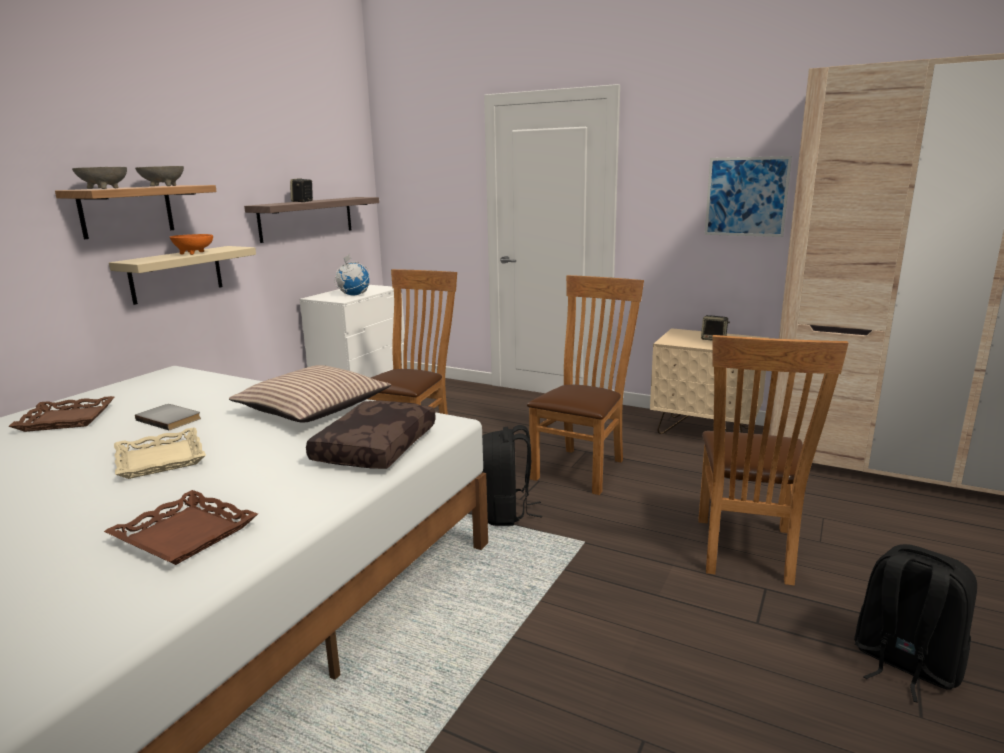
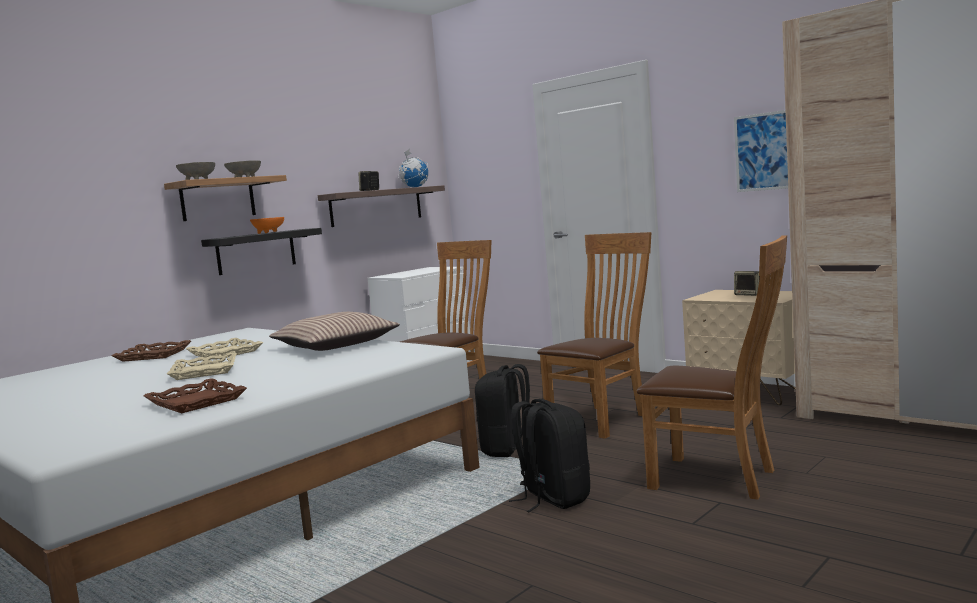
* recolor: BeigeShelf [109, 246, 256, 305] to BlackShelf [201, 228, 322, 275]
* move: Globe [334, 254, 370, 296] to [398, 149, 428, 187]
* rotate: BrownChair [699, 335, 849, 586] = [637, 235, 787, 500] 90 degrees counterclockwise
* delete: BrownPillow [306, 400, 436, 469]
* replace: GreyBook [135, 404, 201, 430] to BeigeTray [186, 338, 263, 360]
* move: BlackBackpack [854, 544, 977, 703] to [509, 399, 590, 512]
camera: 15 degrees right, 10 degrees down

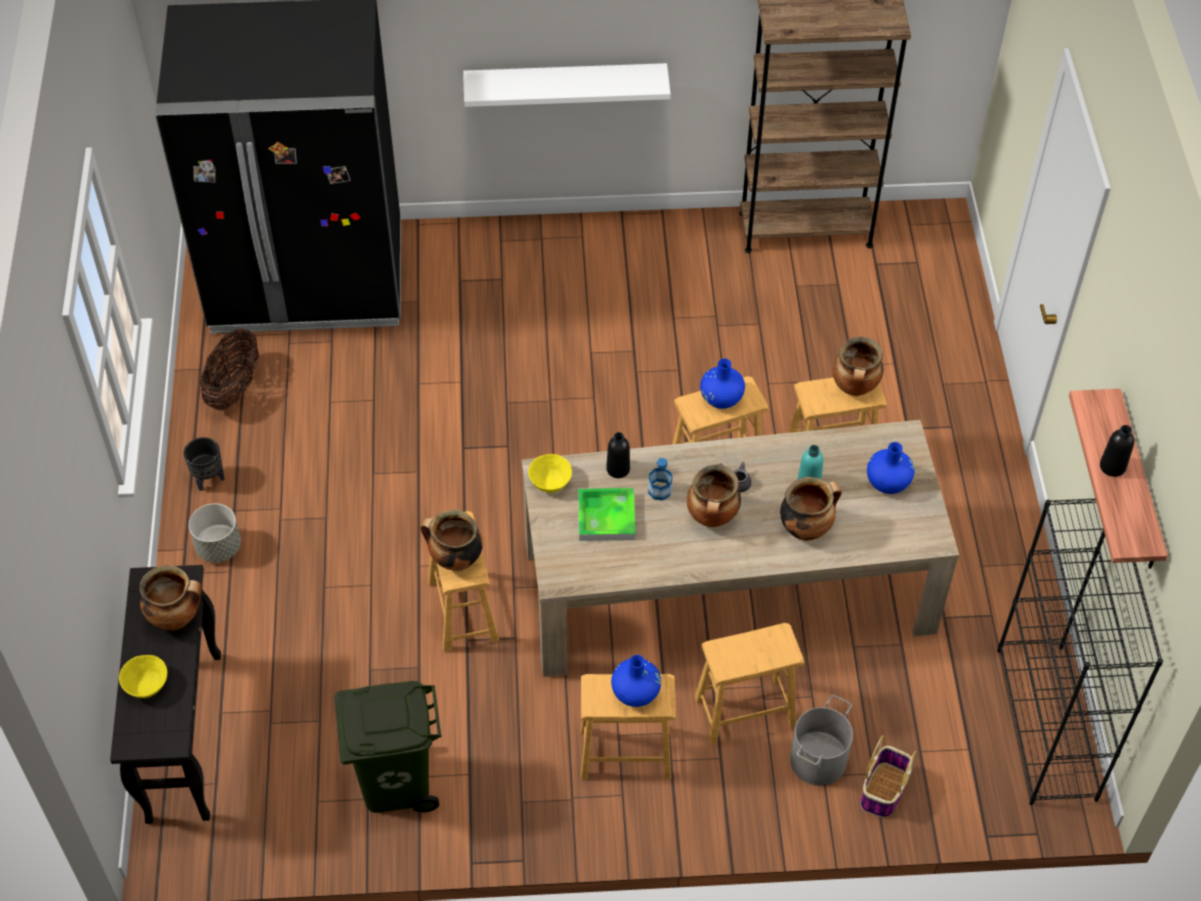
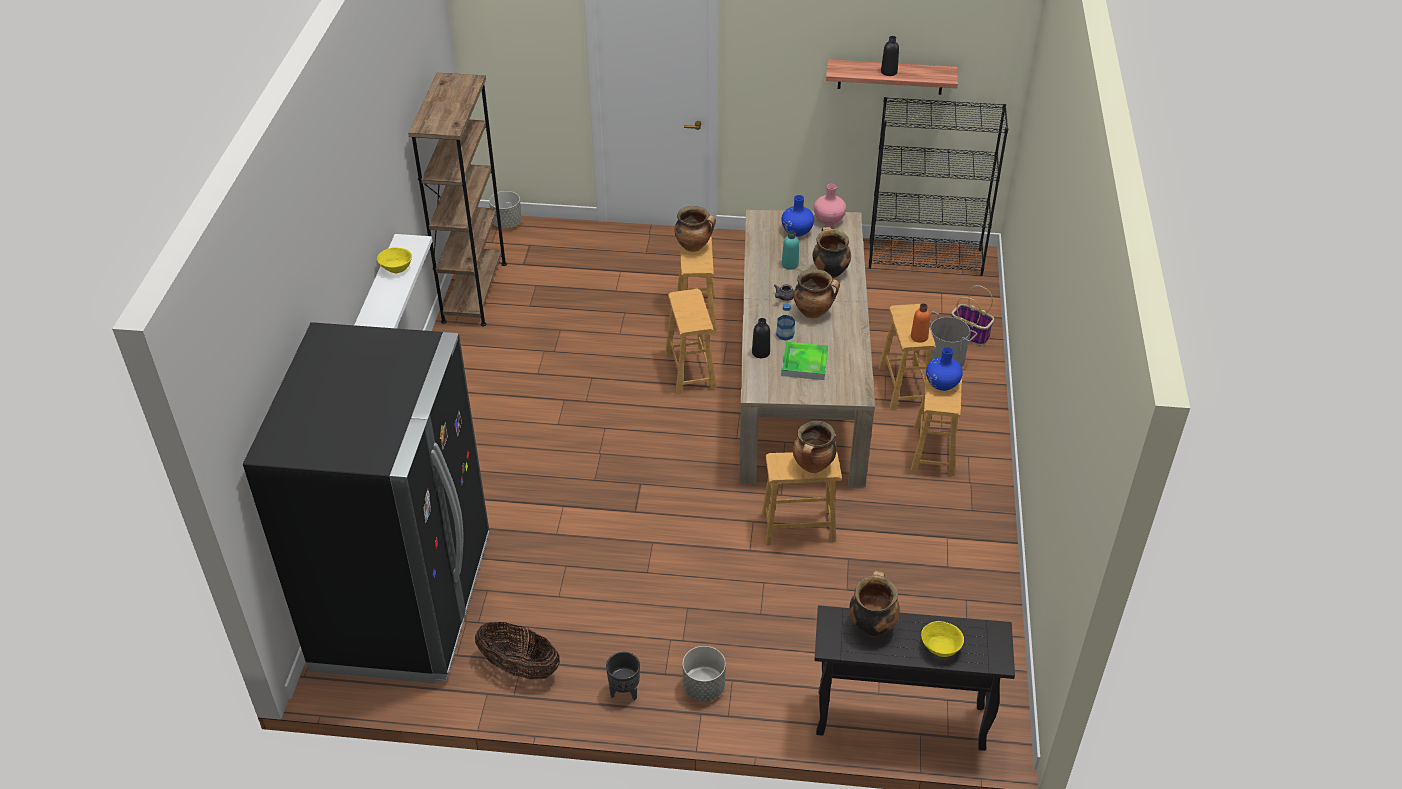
* delete: BlueVase [700, 358, 745, 409]
* move: YellowBowl [528, 454, 572, 493] to [377, 247, 412, 273]
* delete: GreenTrashCan [334, 681, 441, 813]
* insert: PinkVase [814, 184, 846, 225]
* insert: GreyPlanter [489, 191, 522, 228]
* insert: OrangeBottle [911, 303, 930, 343]
camera: 80 degrees left, 10 degrees down

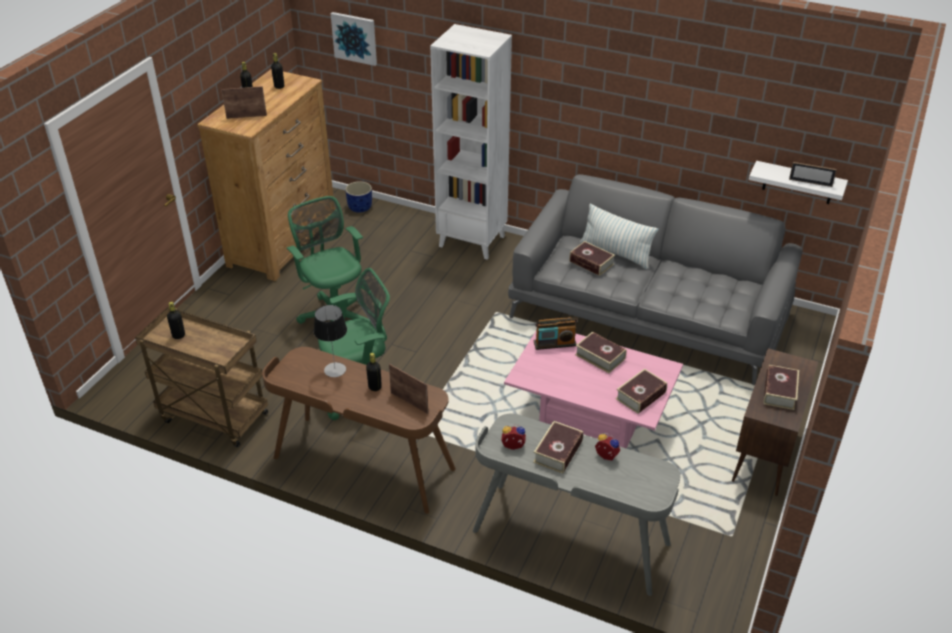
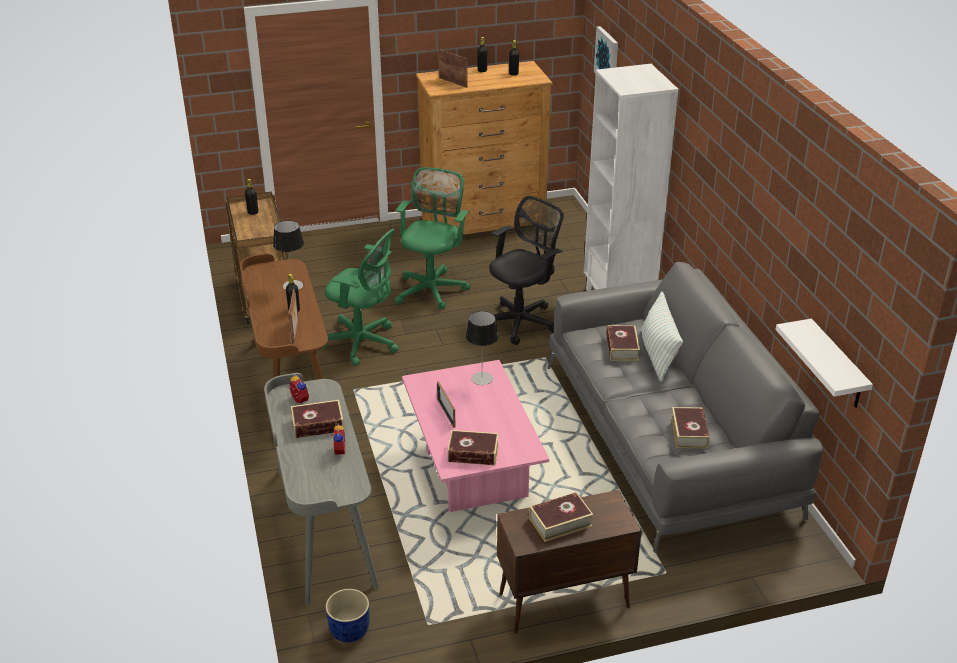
* move: PictureFrame [789, 162, 837, 187] to [437, 381, 455, 428]
* move: BluePlanter [345, 181, 372, 213] to [325, 589, 370, 643]
* replace: Radio [534, 317, 578, 350] to TableLamp [466, 311, 499, 385]
* move: Book [575, 332, 626, 373] to [671, 407, 710, 449]
* insert: BlackOfficeChair [489, 196, 564, 345]
camera: 50 degrees right, 5 degrees down

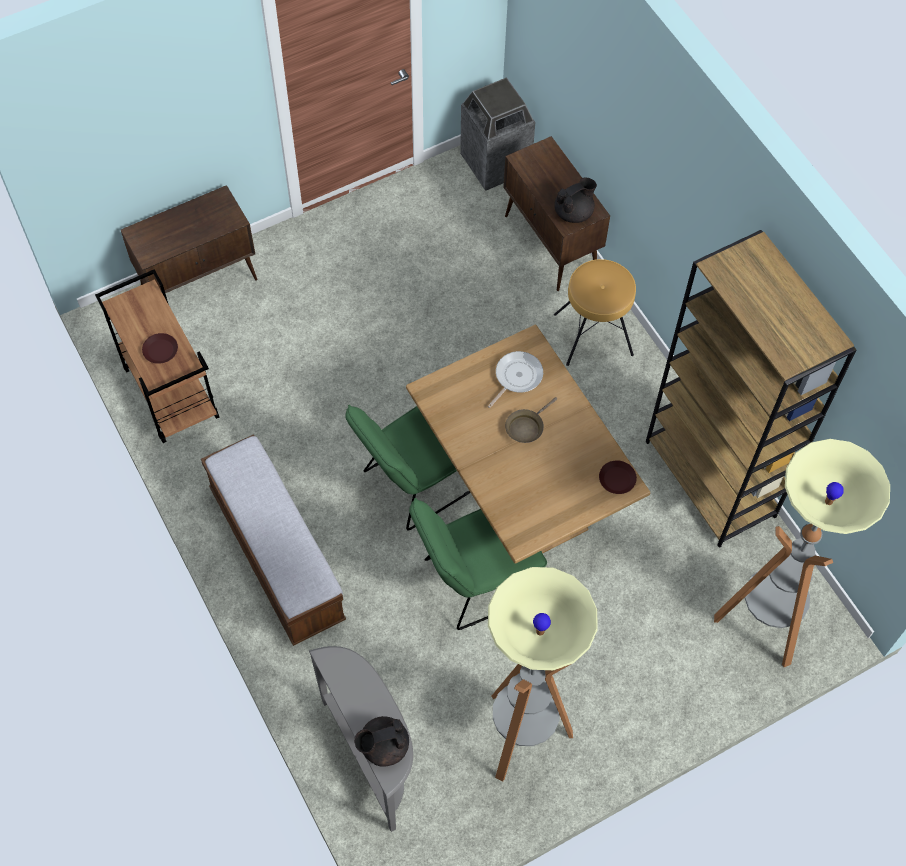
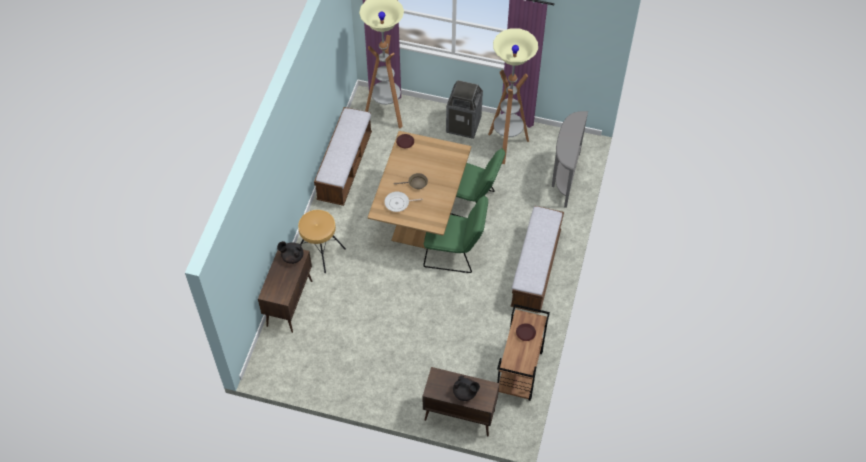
* move: TrashCan [460, 77, 535, 191] to [446, 80, 483, 139]
* replace: BrownBookcase [646, 230, 857, 548] to Bench [314, 107, 372, 206]
* move: BlackTeapot [354, 716, 409, 767] to [453, 376, 480, 401]
camera: 135 degrees left, 5 degrees down

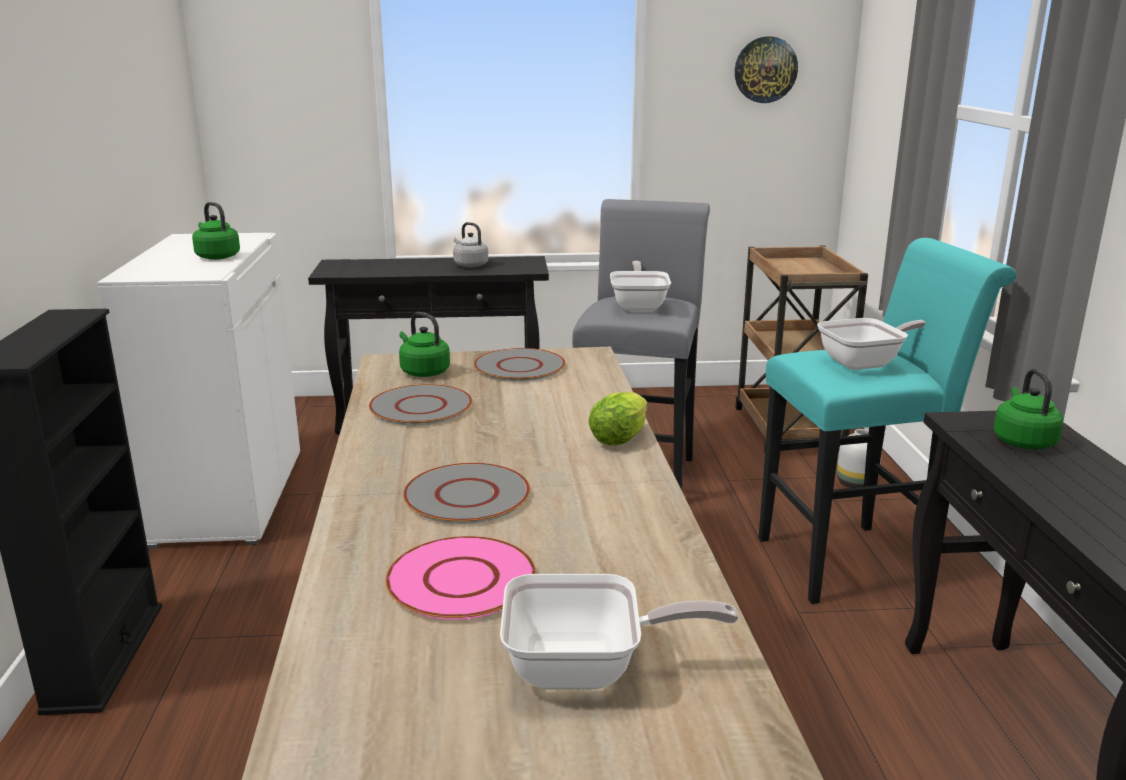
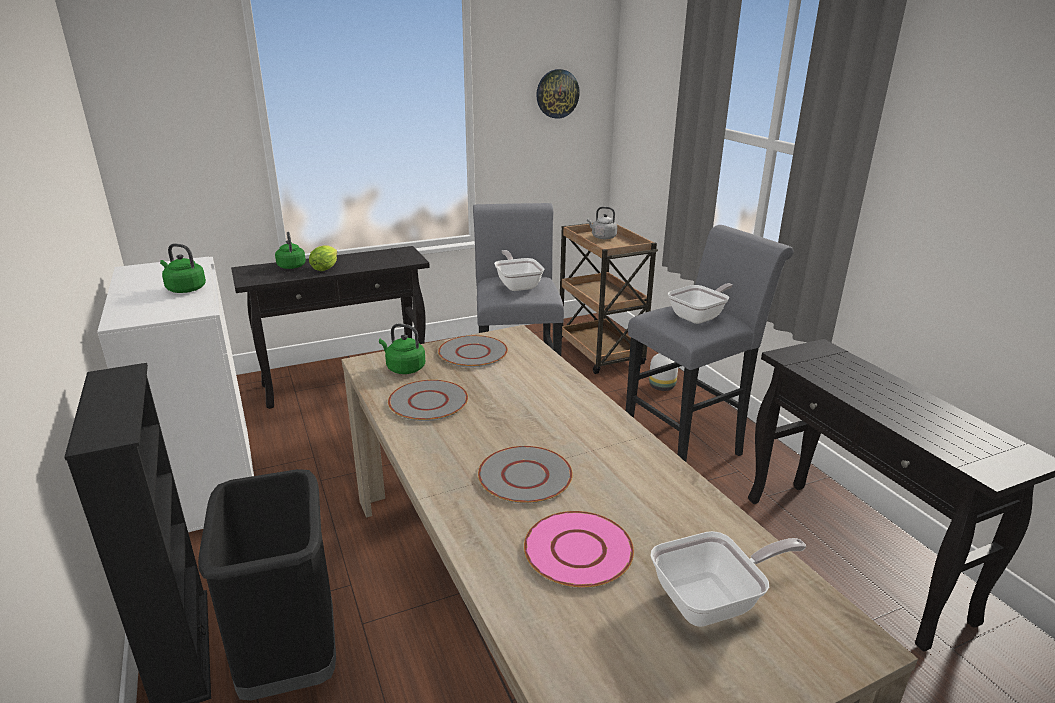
* move: GreyKettle [453, 222, 488, 268] to [587, 207, 617, 239]
* recolor: TurquoiseStool [758, 238, 1017, 604] to GreyStool [626, 225, 794, 462]
* move: GreenKettle [993, 369, 1063, 450] to [275, 232, 306, 269]
* move: Lettuce [588, 392, 648, 446] to [309, 246, 337, 271]
* insert: BlackTrashCan [198, 469, 336, 700]
camera: 20 degrees left, 5 degrees up

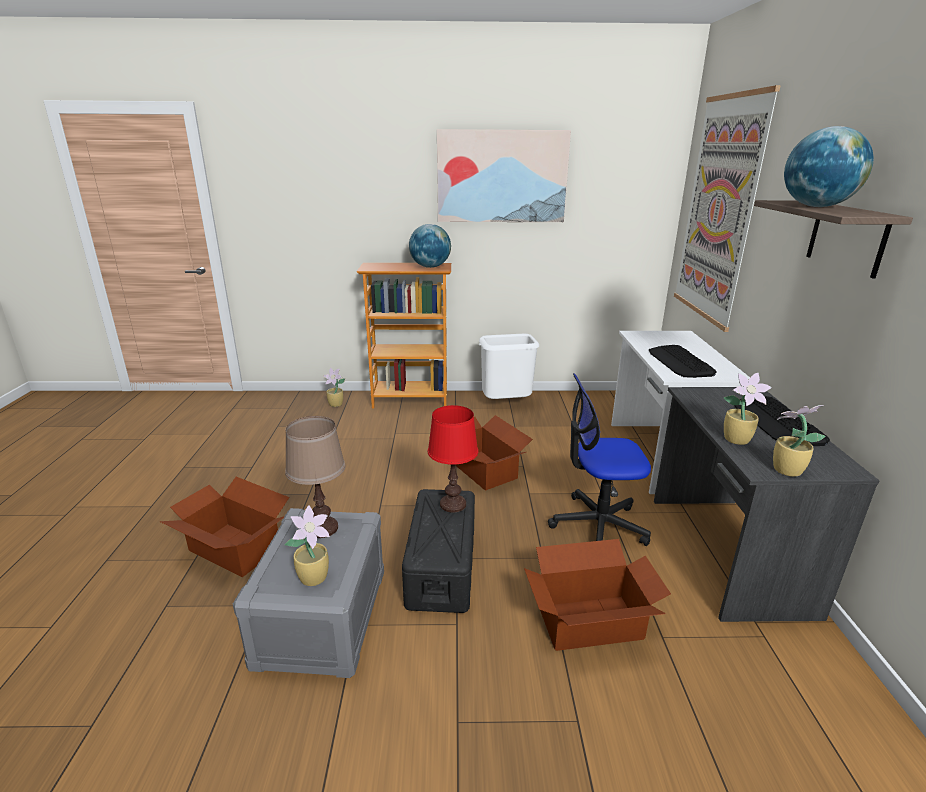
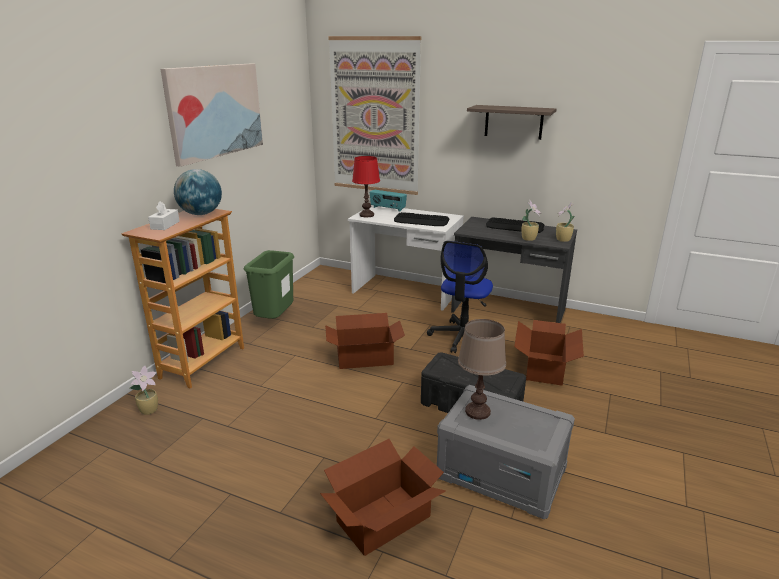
* delete: Globe [784, 126, 874, 207]
* recolor: WhiteTrashCan [479, 334, 539, 399] to GreenTrashCan [244, 250, 294, 319]
* move: RedTableLamp [428, 405, 478, 513] to [352, 156, 380, 217]
* delete: PottedPlant [284, 505, 330, 586]
* insert: Radio [370, 190, 407, 212]
* insert: WhiteTissueBox [148, 201, 180, 230]
camera: 65 degrees left, 0 degrees up

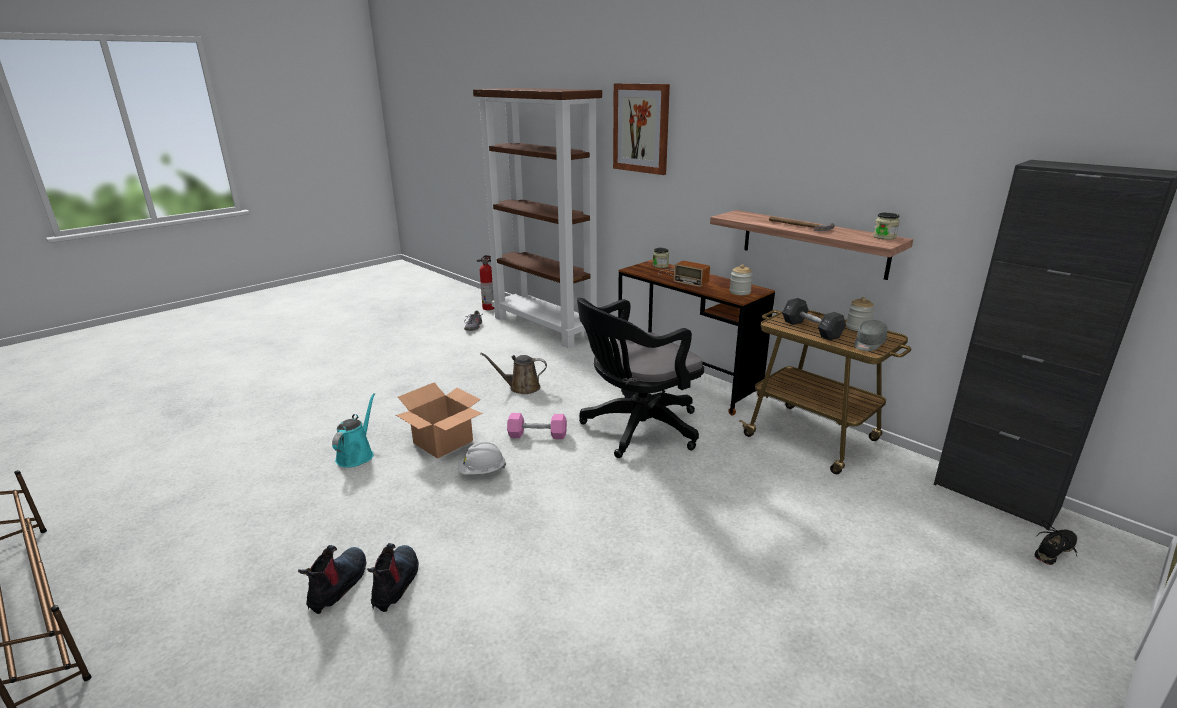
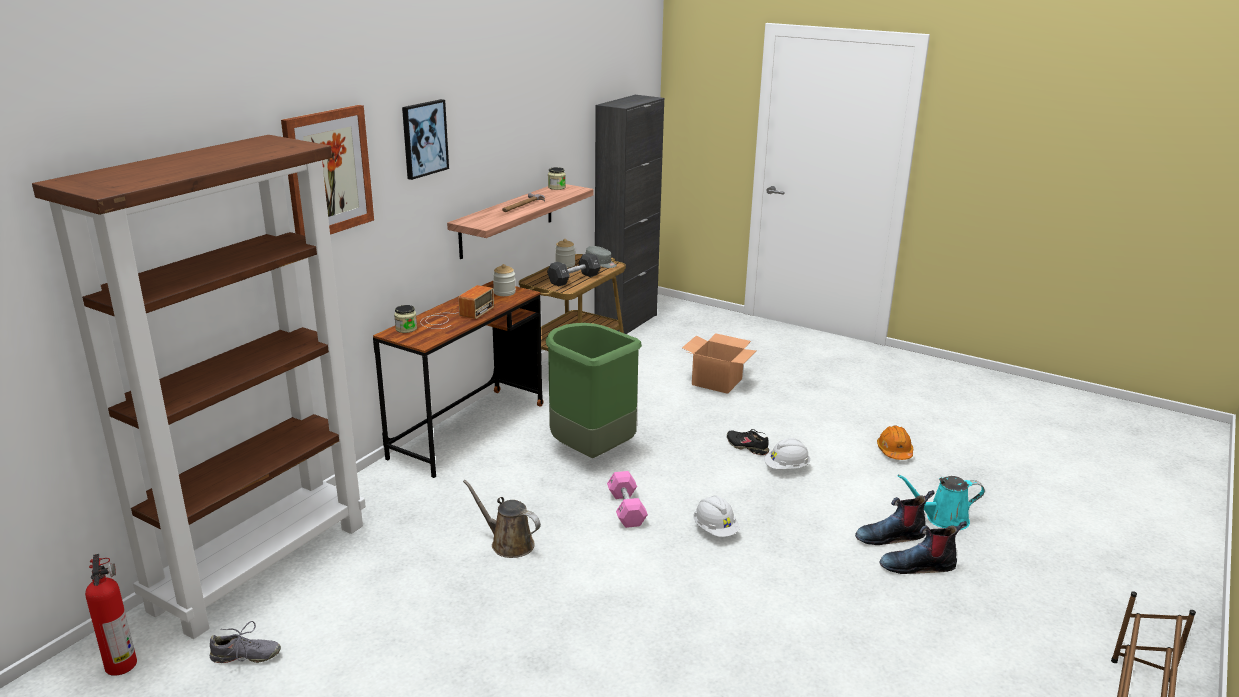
* replace: BlackOfficeChair [577, 298, 704, 458] to GreenTrashCan [545, 323, 642, 458]
* rotate: BrownWateringCan [480, 353, 547, 394] = [463, 480, 541, 558] 135 degrees clockwise
* move: CardboardBox [396, 383, 483, 459] to [682, 333, 756, 394]
* move: TurquoiseWateringCan [332, 393, 375, 468] to [898, 475, 985, 530]
* move: BlackShoe [1034, 521, 1078, 565] to [727, 429, 769, 455]
* insert: Picture [402, 99, 449, 180]
* insert: OrangeHardHat [877, 425, 913, 460]
* insert: WhiteHardHat [764, 438, 810, 469]
camera: 105 degrees left, 0 degrees up

